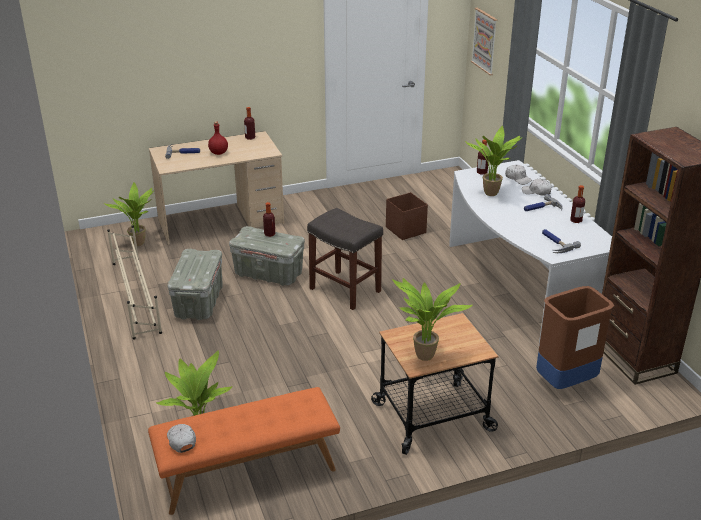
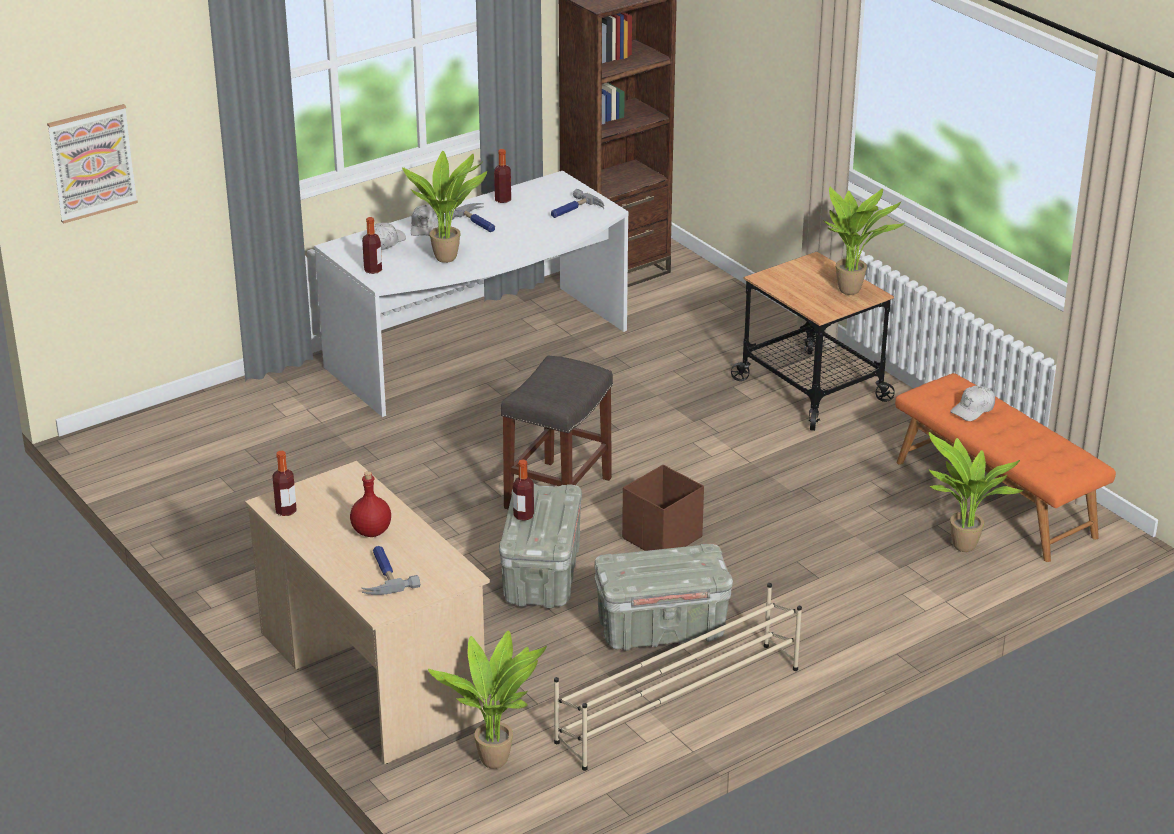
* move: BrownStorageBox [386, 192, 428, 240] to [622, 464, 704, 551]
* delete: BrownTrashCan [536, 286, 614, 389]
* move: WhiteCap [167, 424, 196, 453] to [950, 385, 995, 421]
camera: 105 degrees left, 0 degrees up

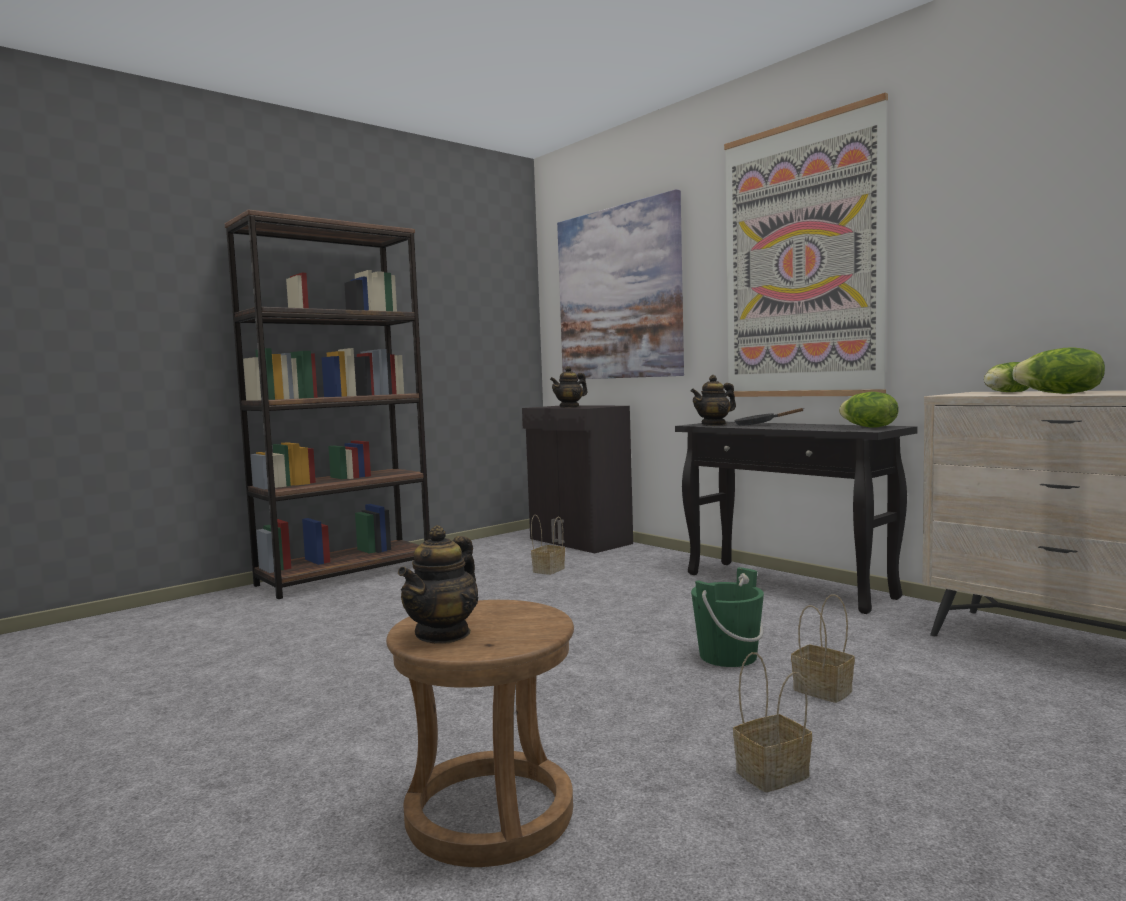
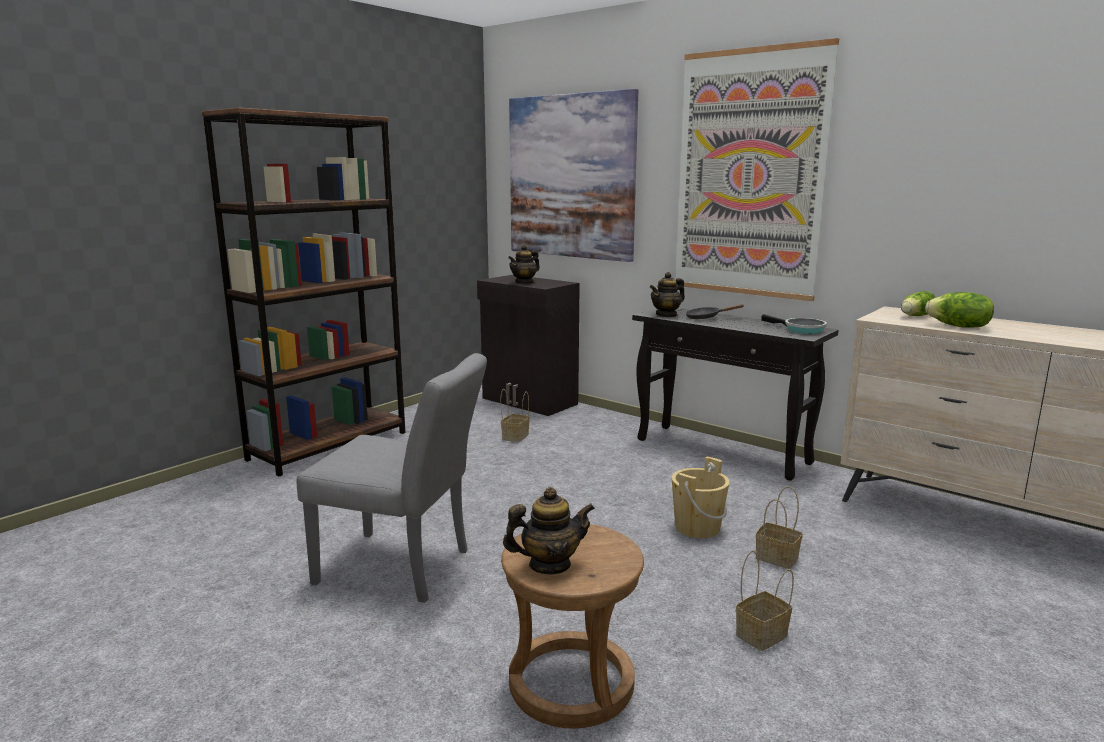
* replace: Lettuce [839, 392, 898, 428] to FryingPan [761, 314, 827, 334]
* rotate: Teapot [398, 525, 479, 644] = [503, 487, 595, 575] 120 degrees counterclockwise
* recolor: GreenBucket [691, 567, 764, 667] to BeigeBucket [672, 457, 730, 538]
* insert: GreyChair [297, 353, 487, 603]
camera: 10 degrees left, 10 degrees up

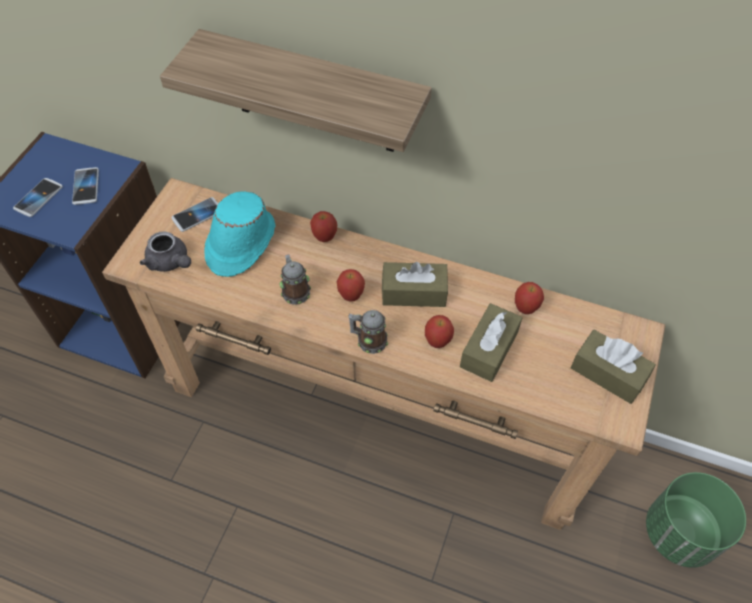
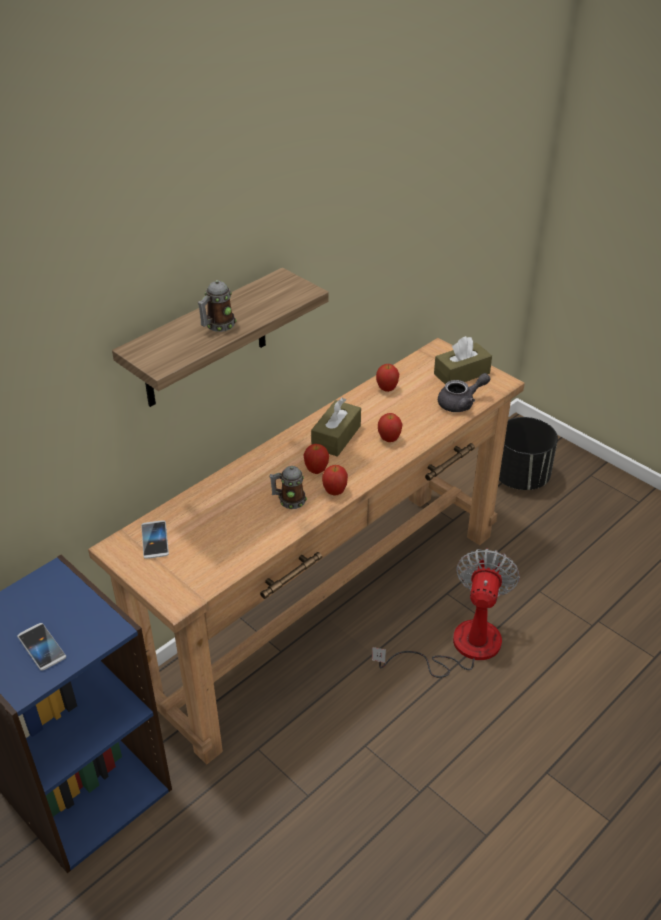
* delete: Phone [72, 167, 99, 205]
* delete: TurquoiseHat [204, 191, 275, 277]
* move: Apple [310, 211, 337, 242] to [322, 465, 348, 496]
* move: GreyTeapot [140, 231, 191, 272] to [438, 373, 490, 412]
* delete: BrownTissueBox [460, 303, 522, 382]
* move: Mug [348, 310, 388, 354] to [198, 280, 237, 332]
* recolor: GreenPlanter [646, 472, 746, 568] to BlackPlanter [499, 417, 558, 490]
* insert: Fan [372, 549, 520, 678]
camera: 65 degrees left, 15 degrees down

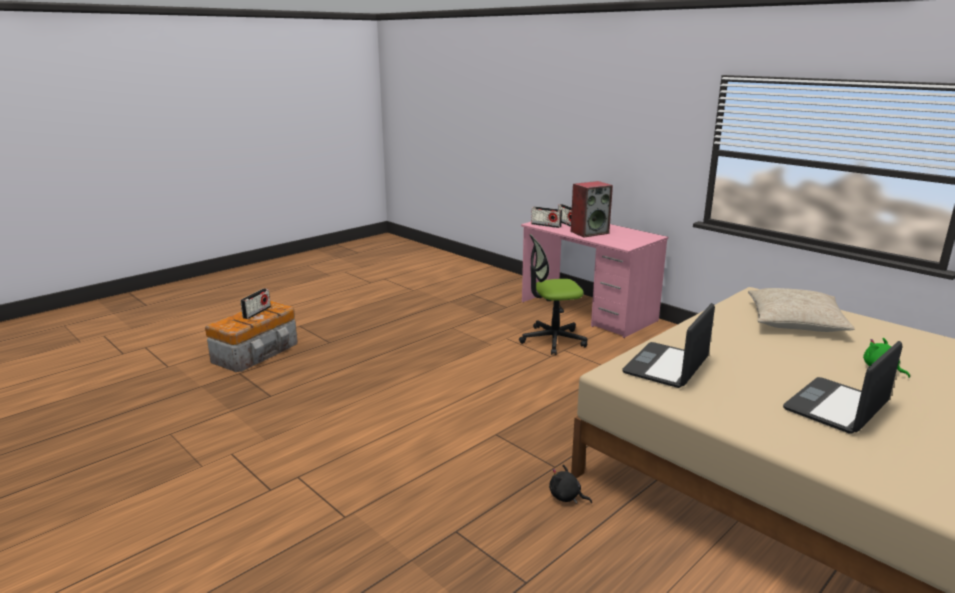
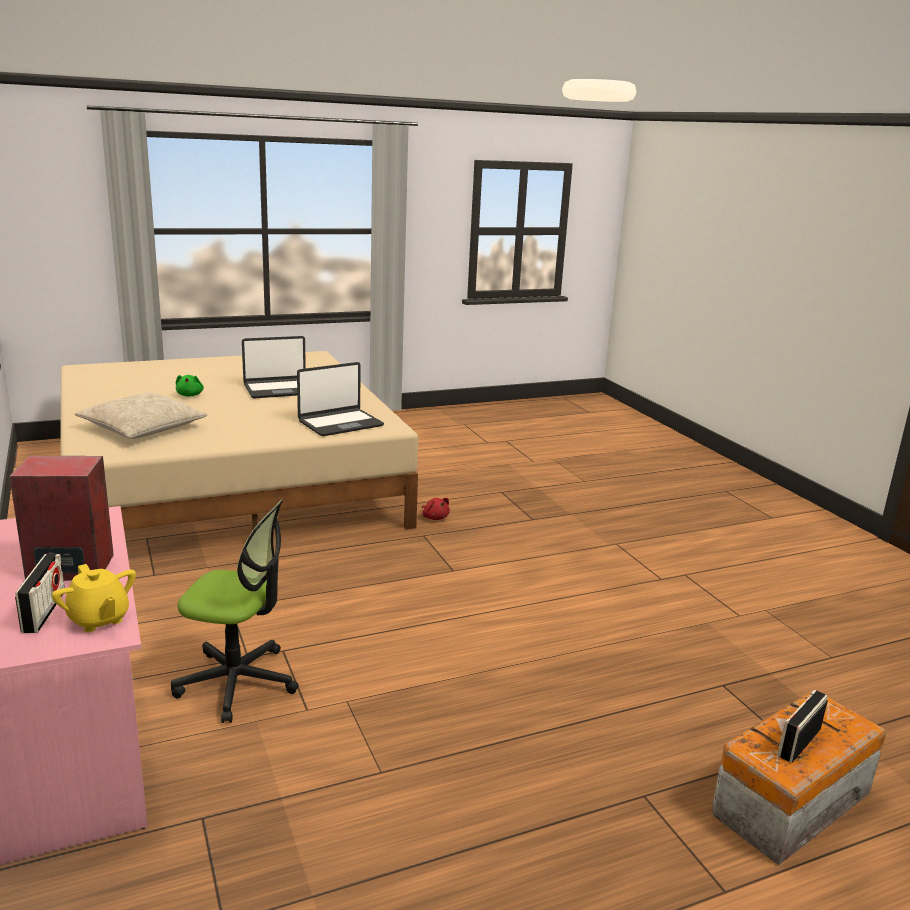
* replace: Radio [531, 206, 562, 228] to YellowTeapot [52, 564, 136, 632]
* recolor: BlackPlushToy [549, 465, 592, 504] to RedPlushToy [422, 498, 450, 520]
camera: 160 degrees left, 0 degrees up

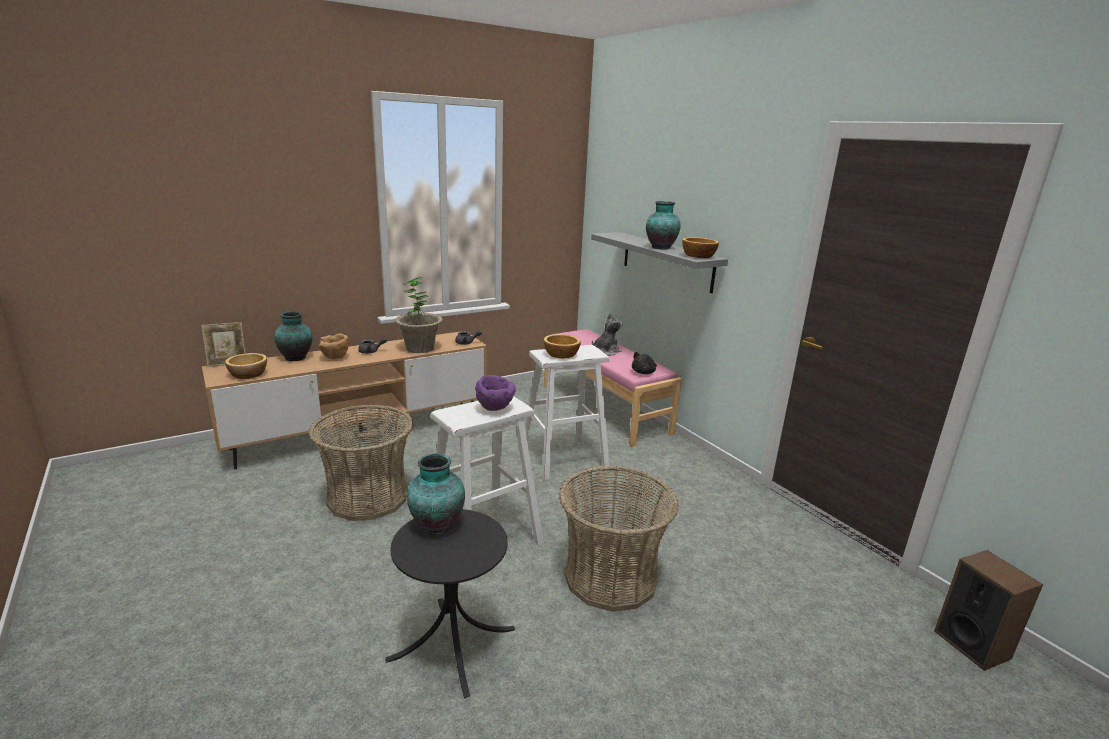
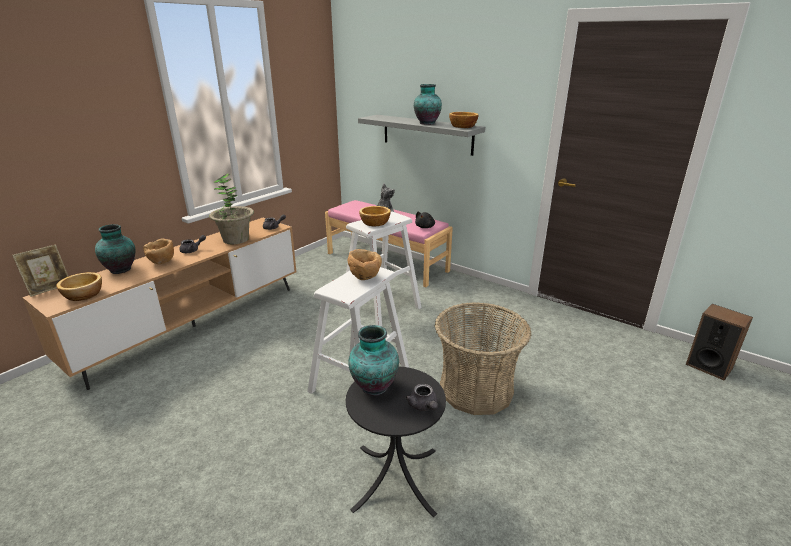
* recolor: PurpleBowl [475, 375, 516, 411] to BrownBowl [348, 249, 382, 280]
* delete: Basket [309, 404, 413, 521]
* insert: GreyTeapot [405, 384, 438, 411]
camera: 20 degrees left, 5 degrees up

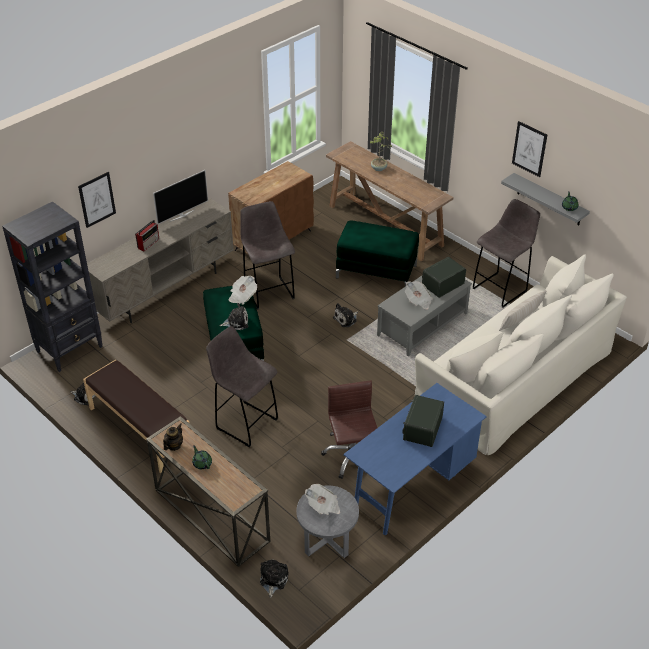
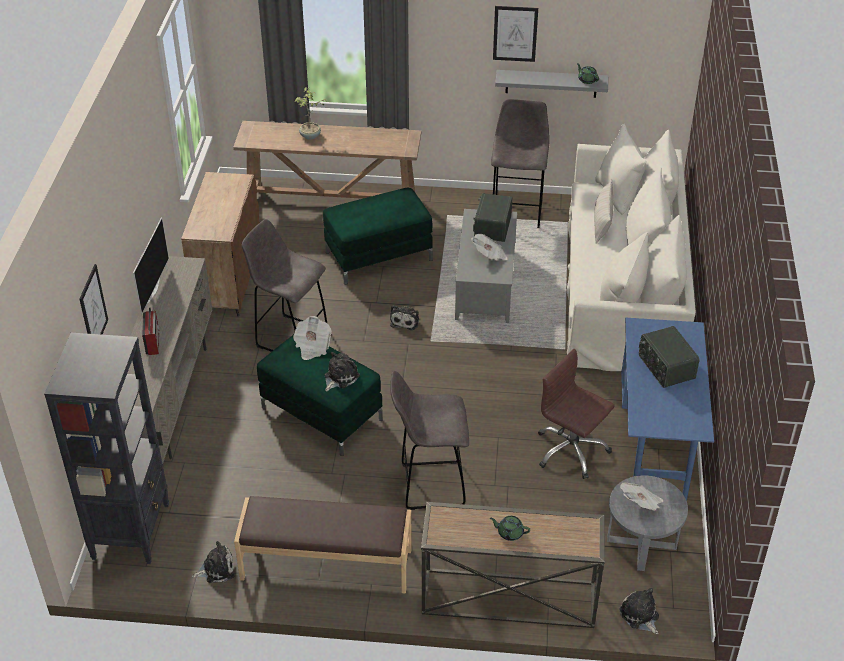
* delete: Teapot [163, 423, 183, 451]
camera: 40 degrees left, 0 degrees up

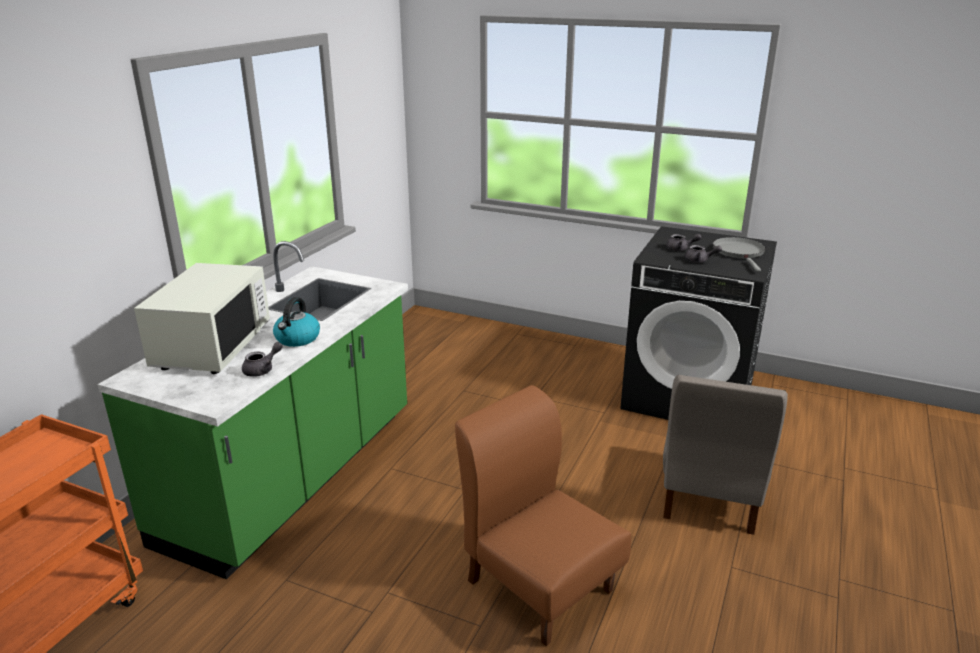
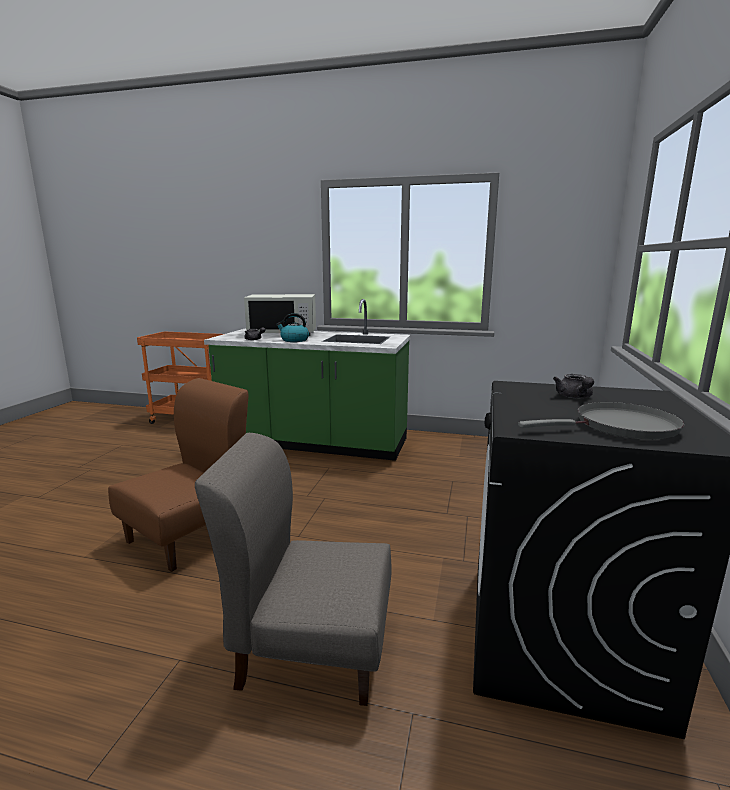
* delete: GreyTeapot [685, 245, 722, 263]
camera: 80 degrees right, 10 degrees down

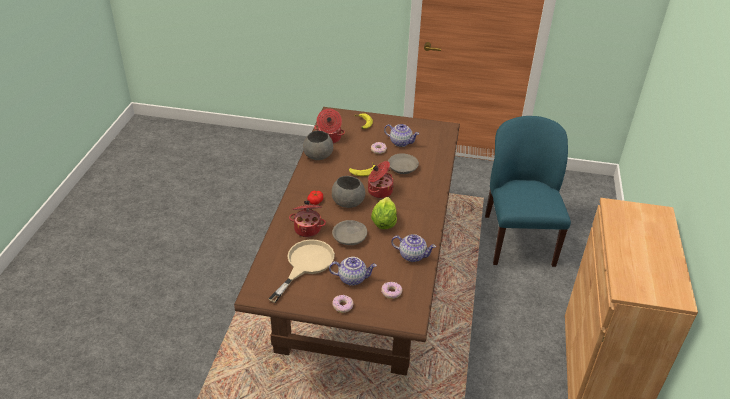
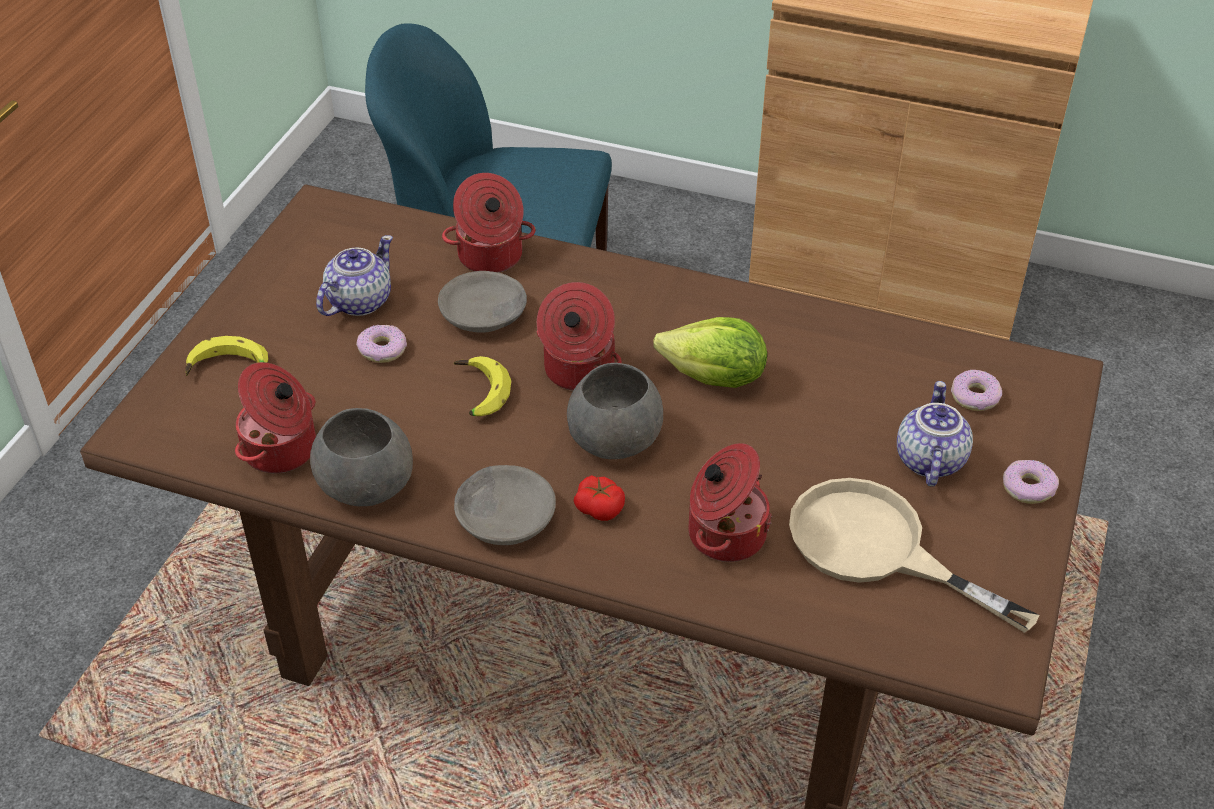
* move: GreyBowl [332, 220, 367, 245] to [454, 465, 556, 545]
* delete: Teapot [391, 234, 436, 262]
* insert: CookingPot [442, 173, 535, 273]
camera: 80 degrees left, 5 degrees up

